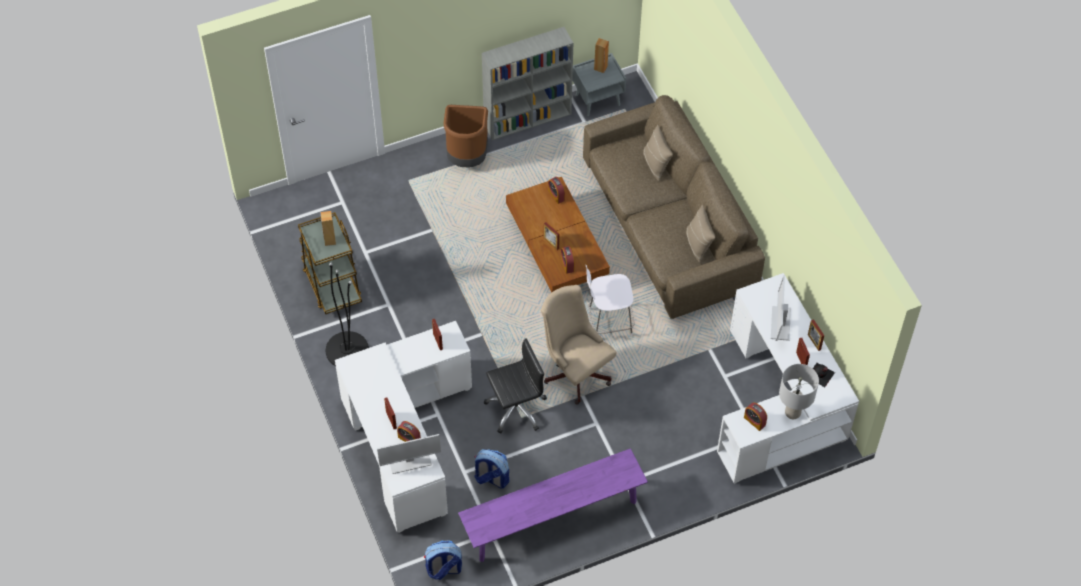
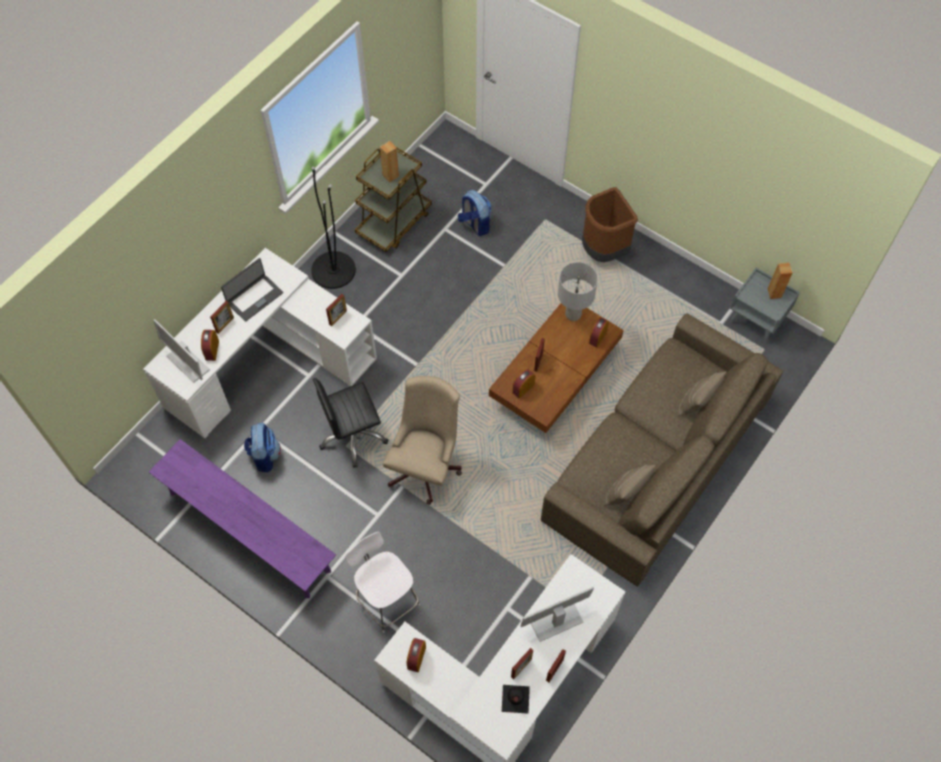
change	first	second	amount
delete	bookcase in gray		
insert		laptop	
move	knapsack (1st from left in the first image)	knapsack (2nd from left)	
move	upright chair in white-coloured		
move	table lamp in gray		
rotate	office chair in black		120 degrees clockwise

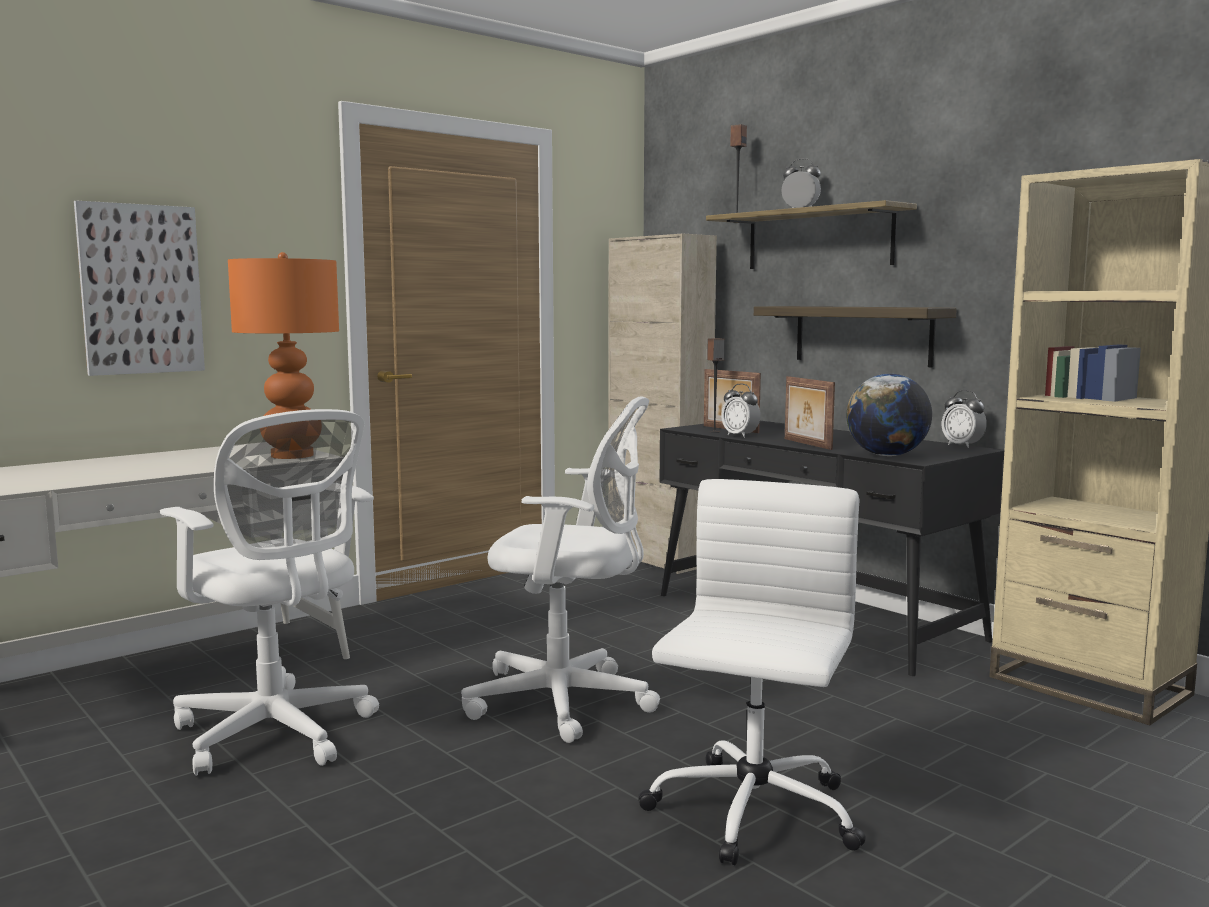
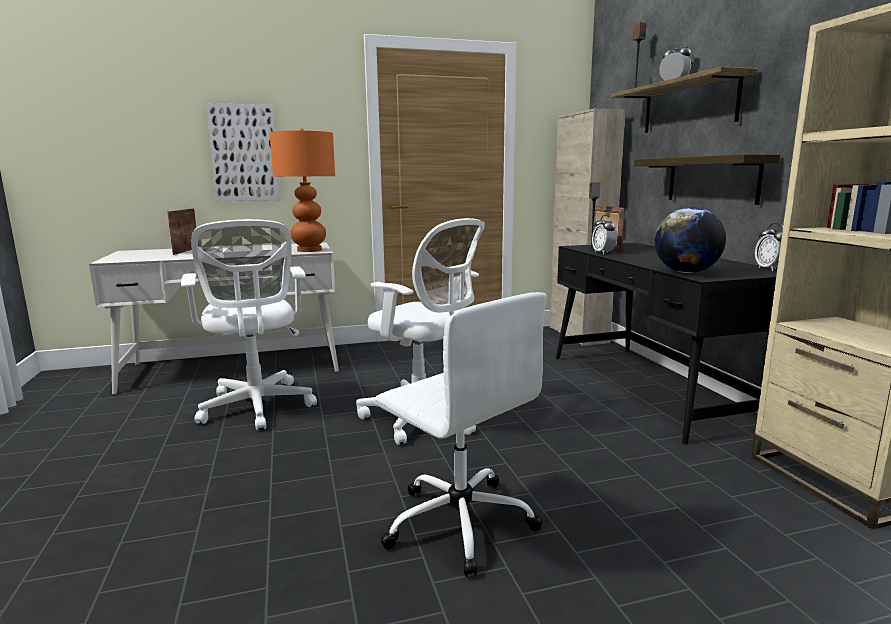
change	first	second	amount
move	photo frame (2nd from left in the first image)	photo frame (1st from left)	
rotate	office chair in white-coloured (3rd from left)		90 degrees clockwise

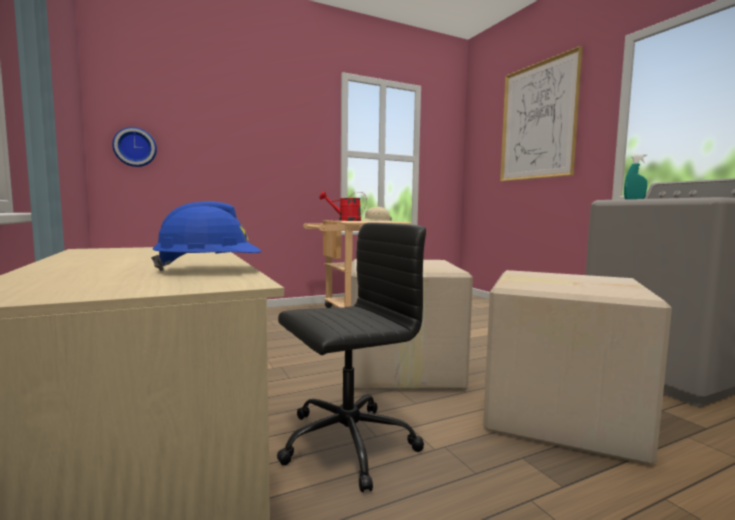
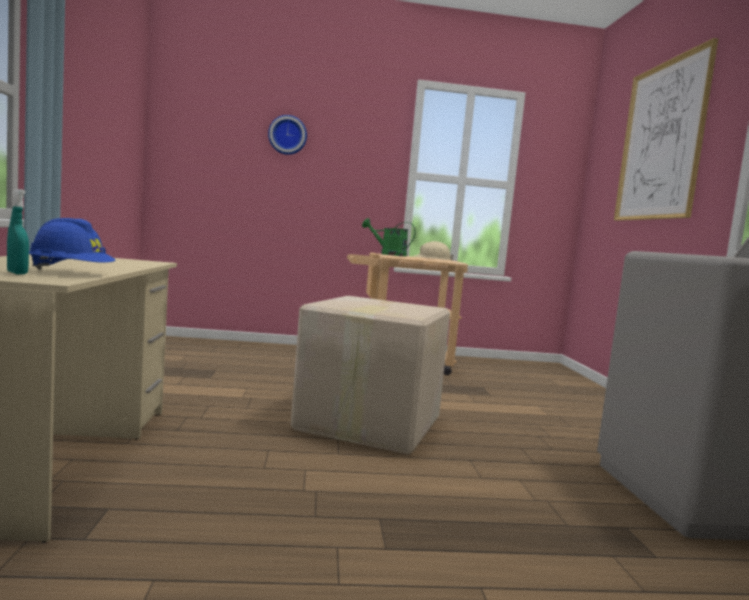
change	first	second	amount
delete	office chair in black		
delete	carton (2nd from left)		
move	hanging clock		
move	sprayer in blue-green		
recolor	sprinkling can in red	sprinkling can in green	

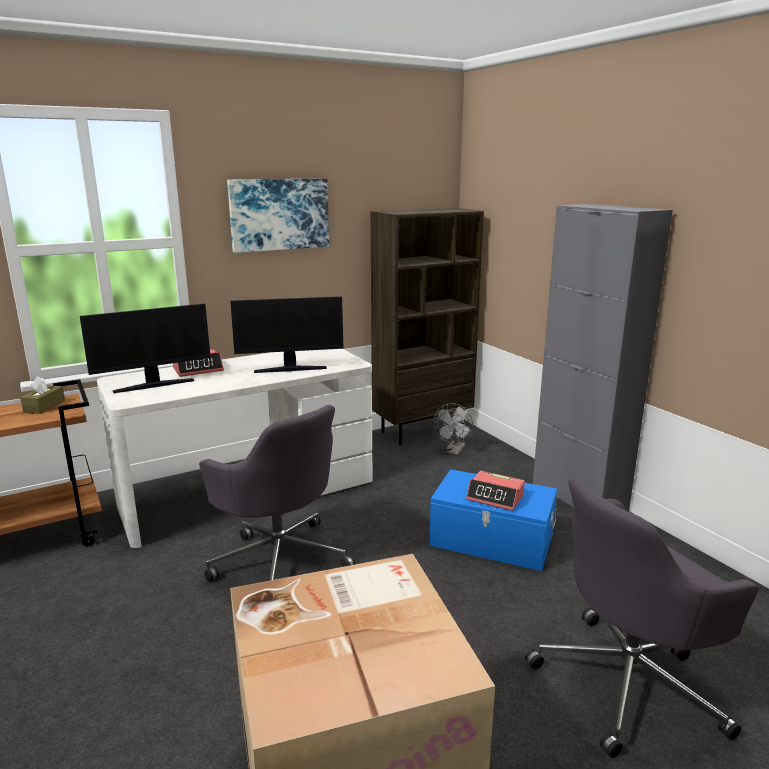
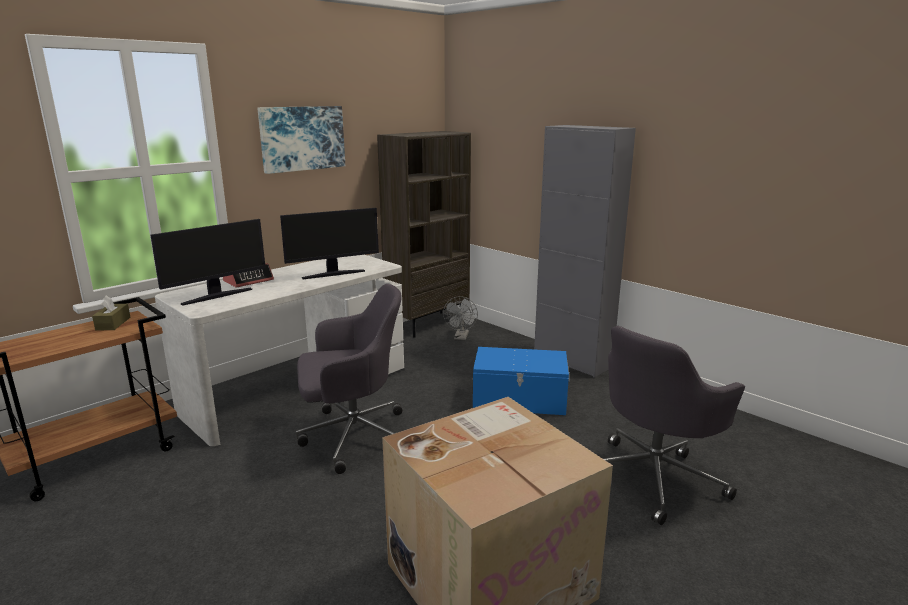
change	first	second	amount
delete	bedside clock (2nd from left)		
rotate	office chair in gray (1st from left)		45 degrees counterclockwise

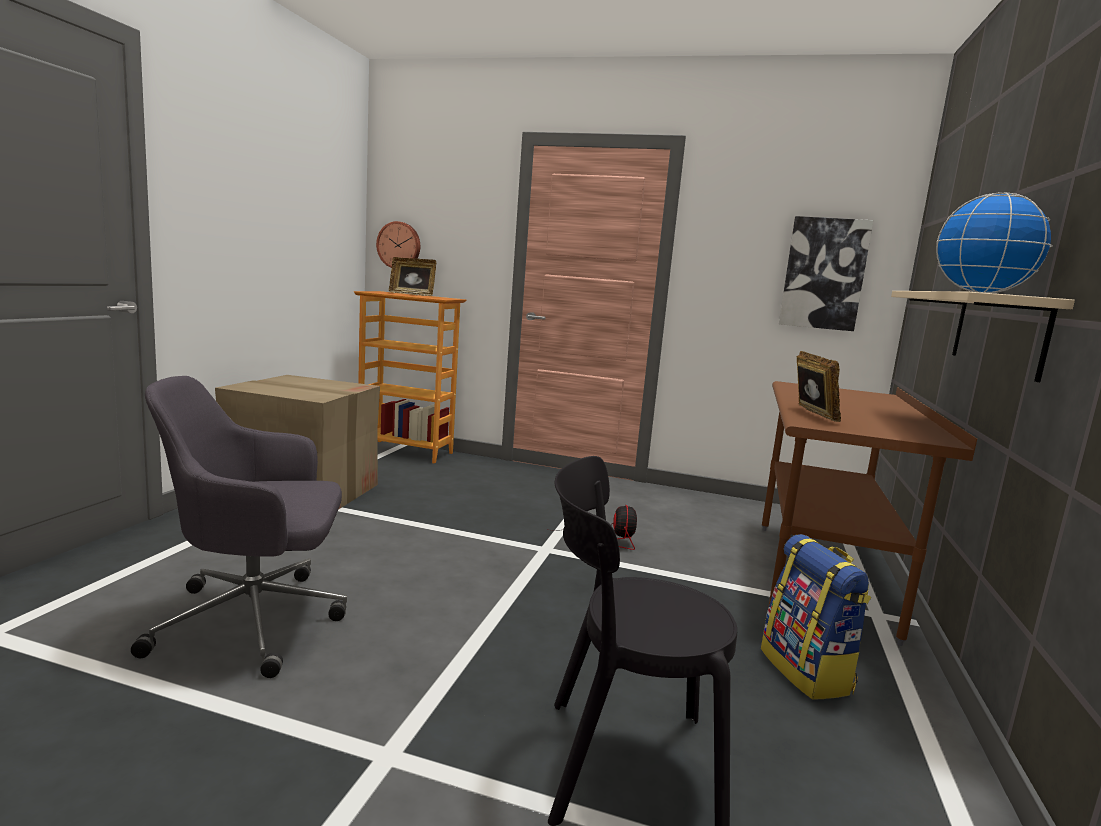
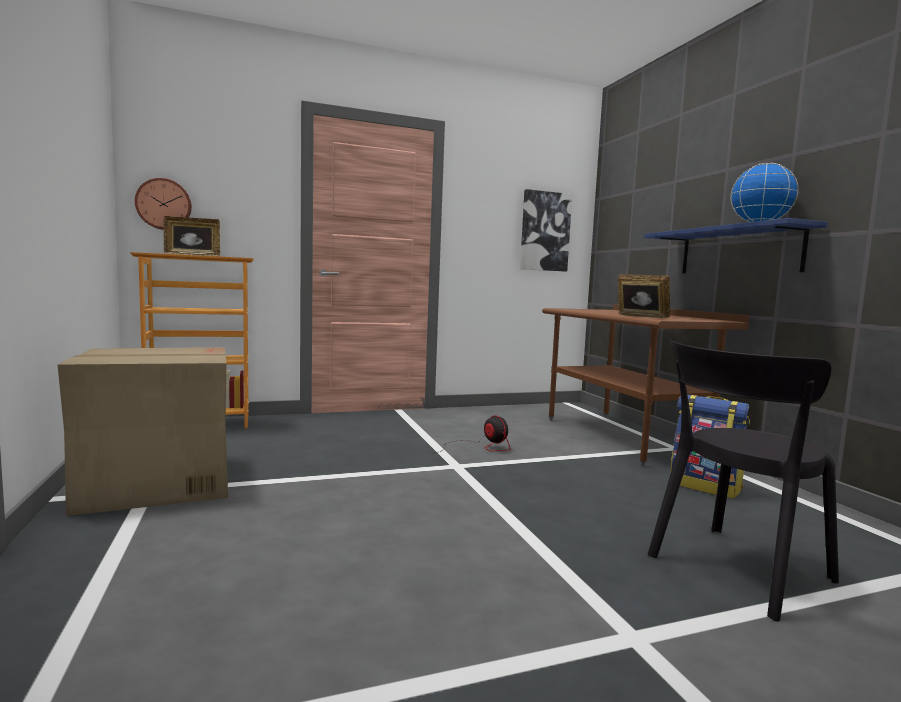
change	first	second	amount
delete	office chair in gray		
recolor	wall shelf in sand-coloured	wall shelf in bluish	

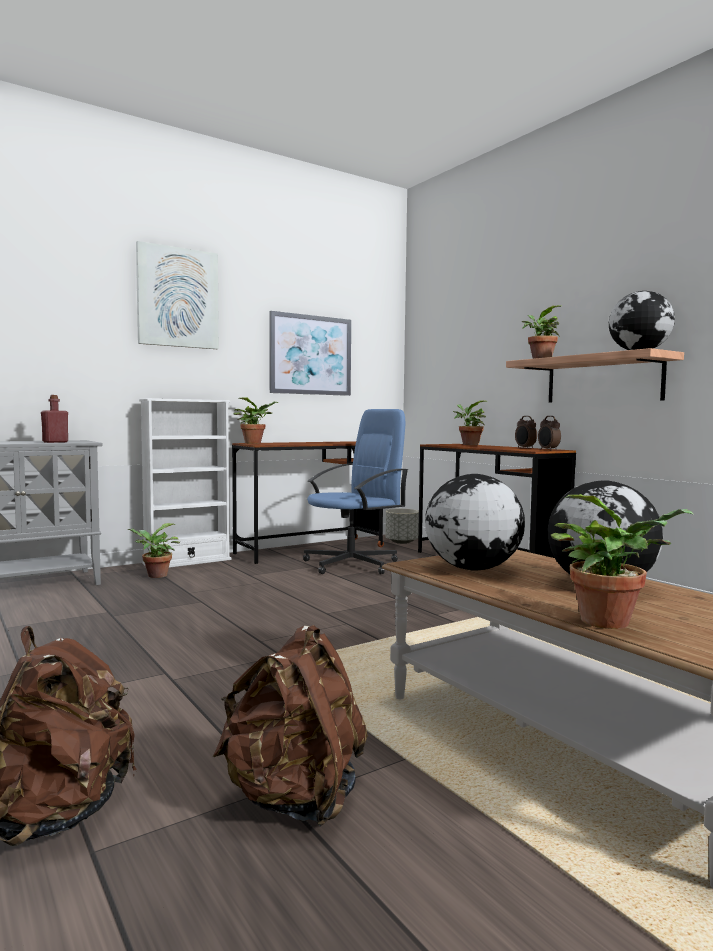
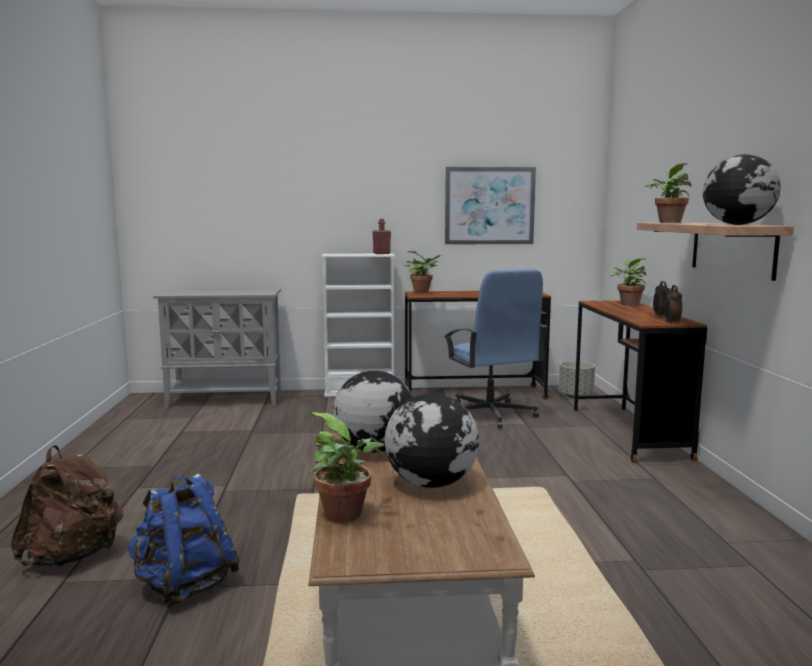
change	first	second	amount
delete	plant in a pot (1st from left)		
delete	wall art (1st from left)		
move	drink bottle in red		
recolor	knapsack in brown (2nd from left)	knapsack in bluish	
rotate	office chair in bluish		75 degrees clockwise

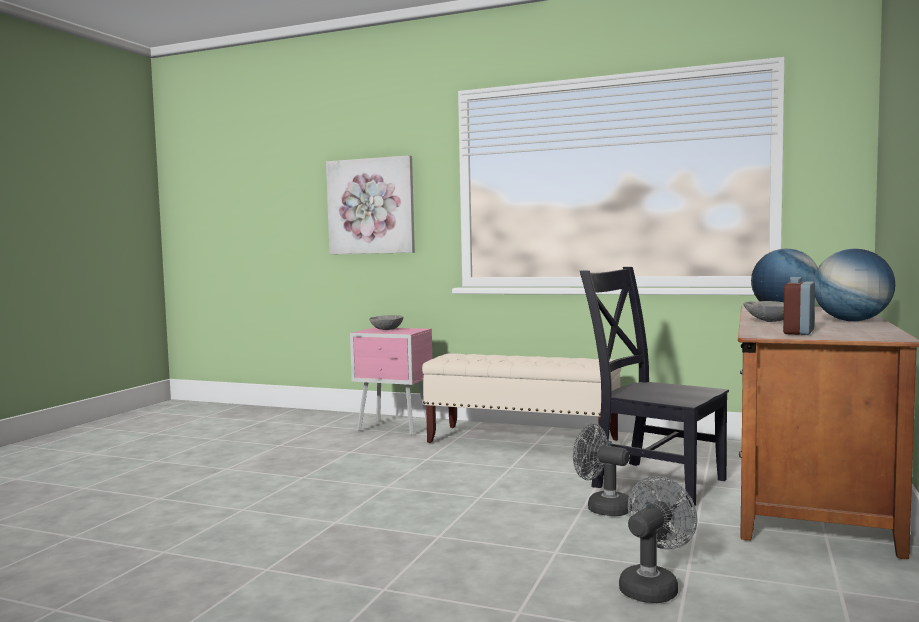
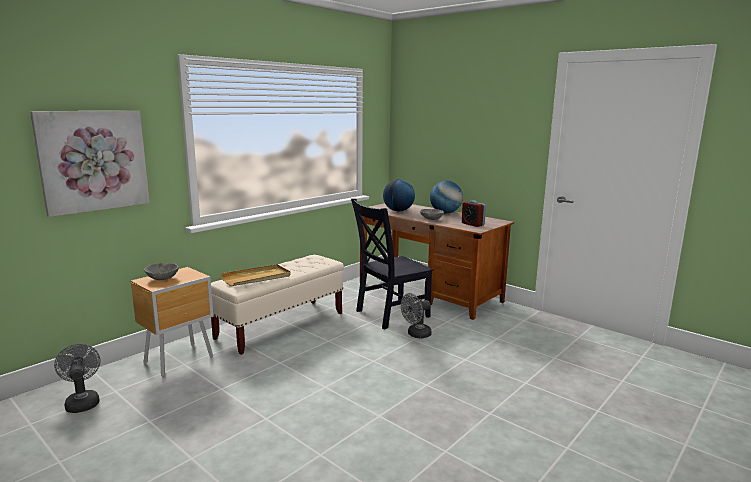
change	first	second	amount
insert		serving tray in sand-coloured	
move	cooling fan in gray (2nd from left in the first image)	cooling fan in gray (1st from left)	
recolor	nightstand in pinkish	nightstand in brown	

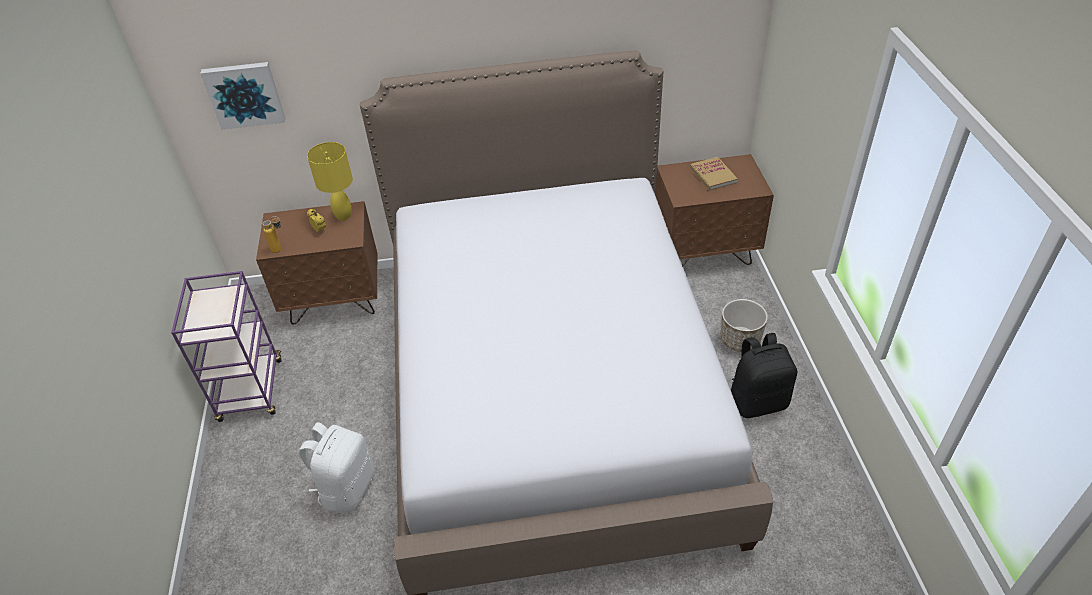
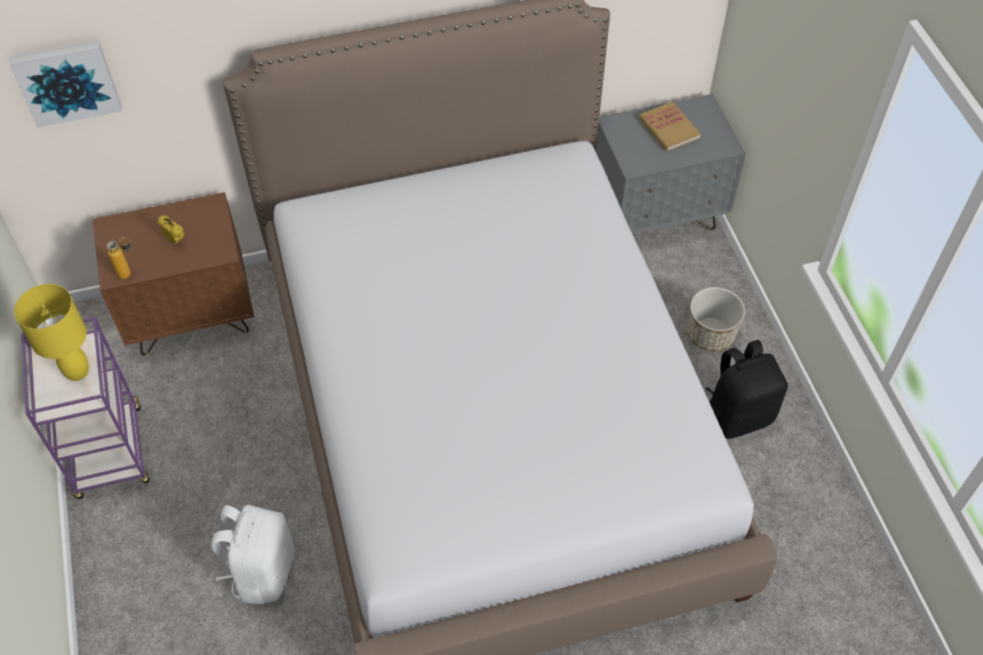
change	first	second	amount
move	table lamp in yellowish		
recolor	nightstand in brown (2nd from left)	nightstand in gray	

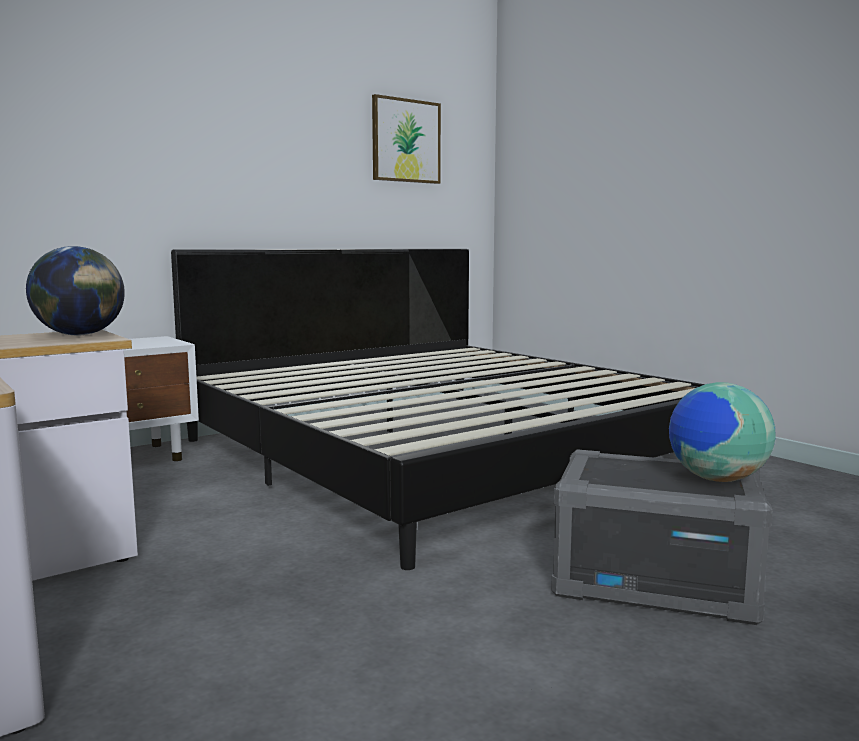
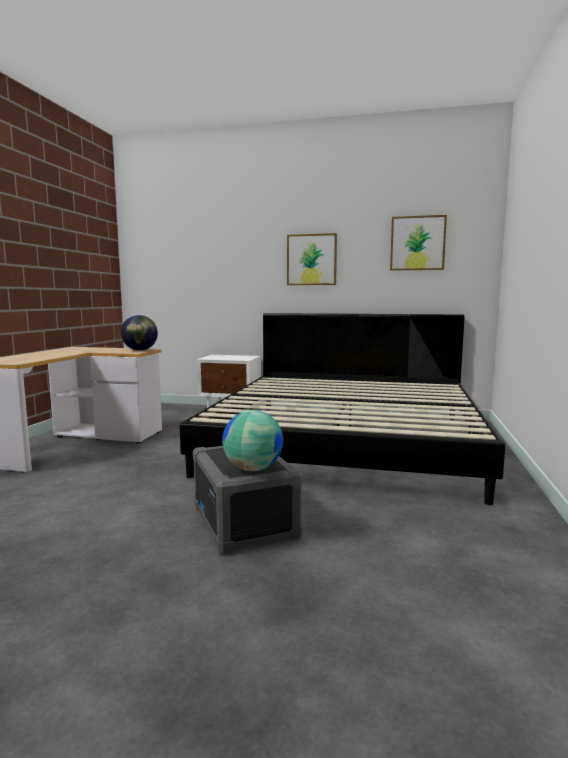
change	first	second	amount
insert		wall art (1st from left)	

